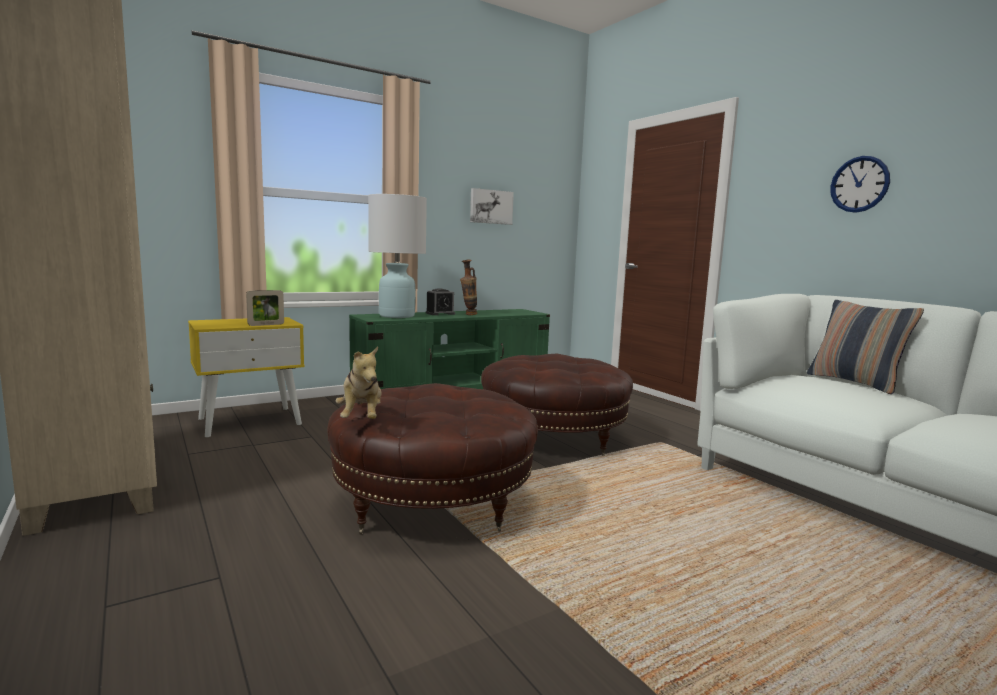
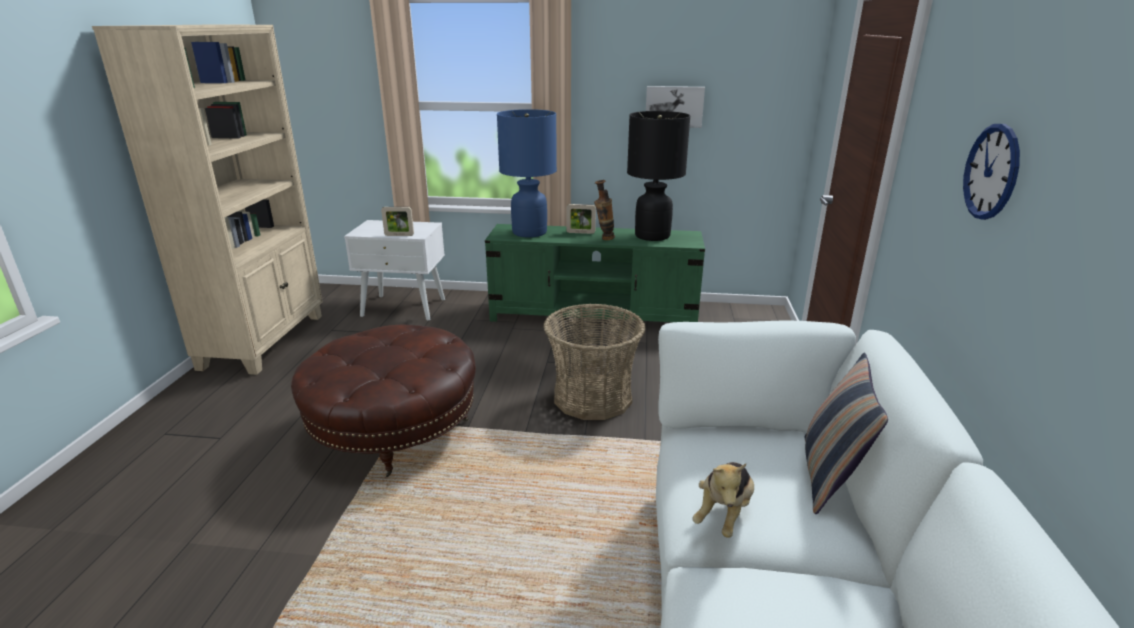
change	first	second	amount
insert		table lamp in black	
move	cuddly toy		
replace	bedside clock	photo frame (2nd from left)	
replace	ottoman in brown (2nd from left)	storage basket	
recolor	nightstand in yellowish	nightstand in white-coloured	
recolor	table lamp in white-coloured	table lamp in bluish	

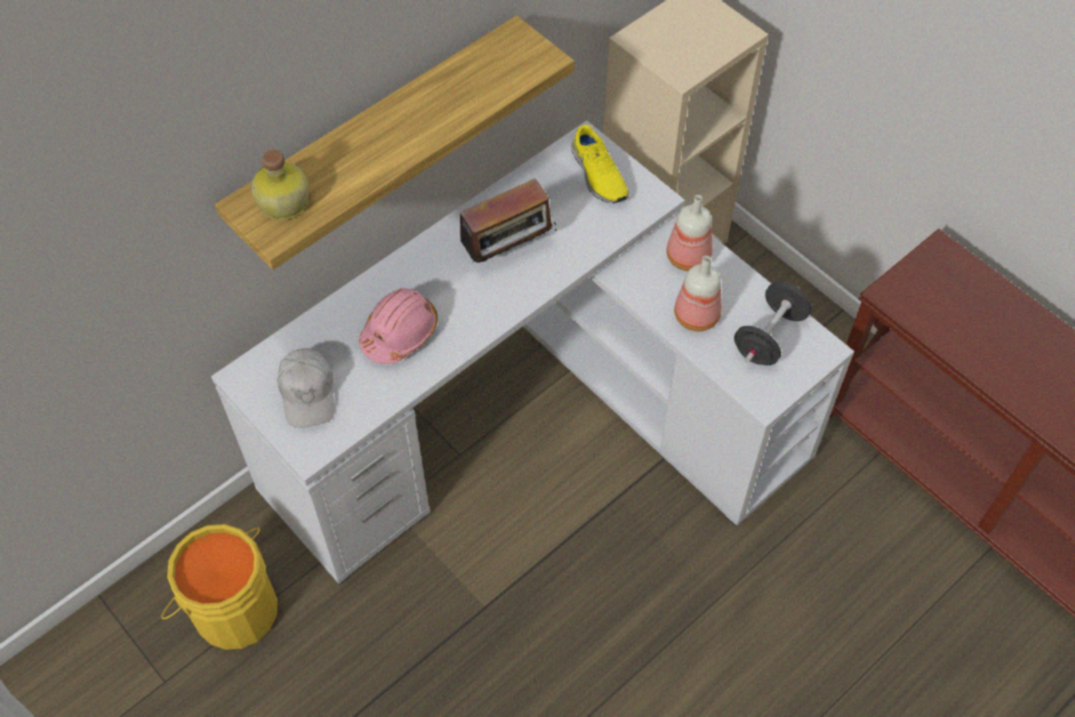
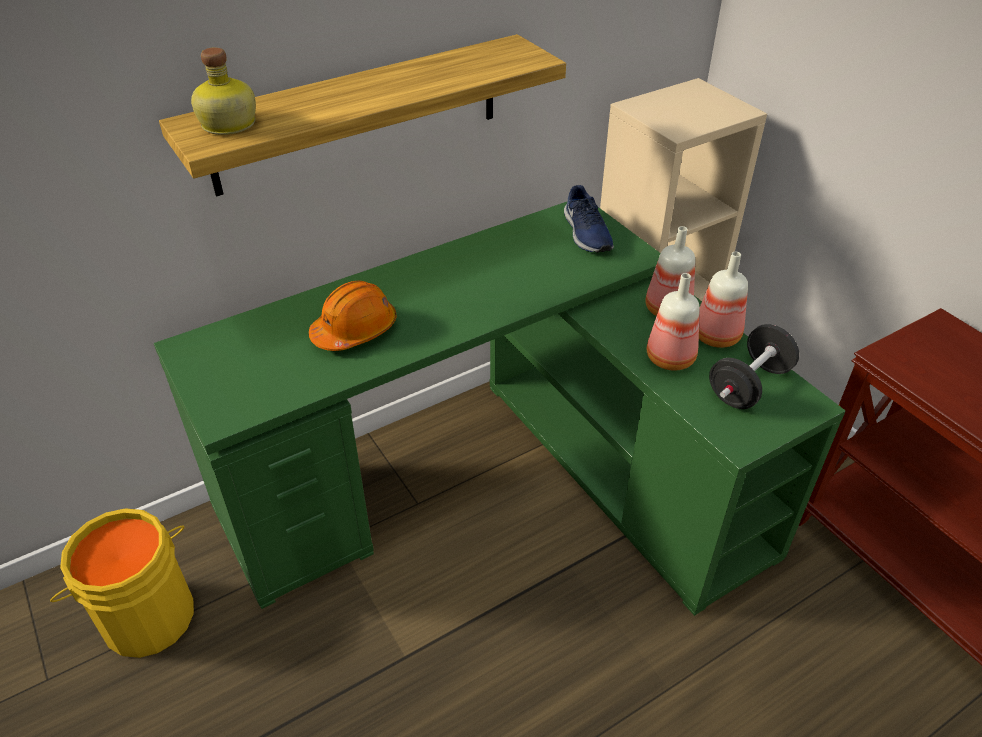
change	first	second	amount
delete	baseball cap in white-coloured		
delete	radio receiver		
insert		drink bottle (4th from left)	
recolor	desk unit in white-coloured	desk unit in green	
recolor	hard hat in pinkish	hard hat in orange-coloured	
recolor	item of footwear in yellowish	item of footwear in bluish	

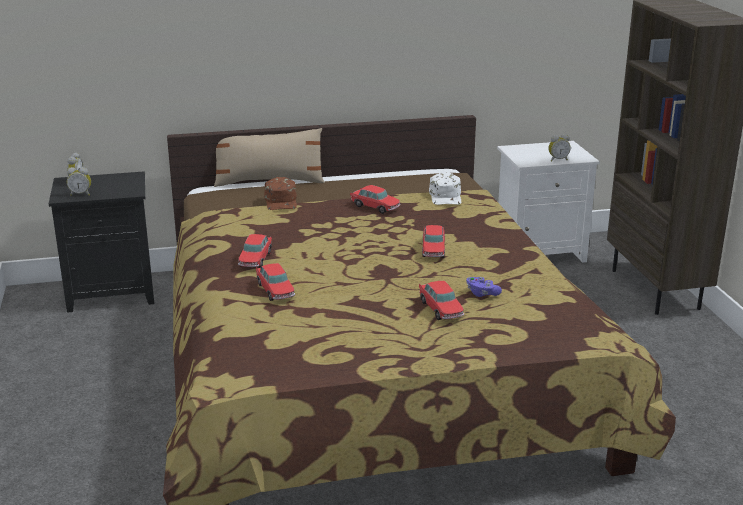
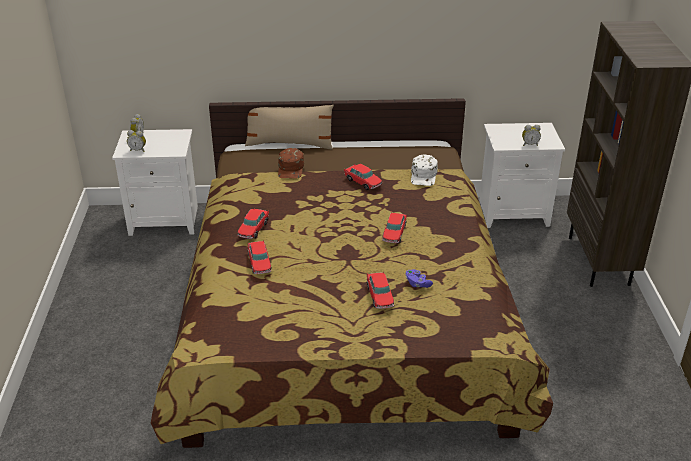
change	first	second	amount
recolor	nightstand in black	nightstand in white-coloured (1st from left)	

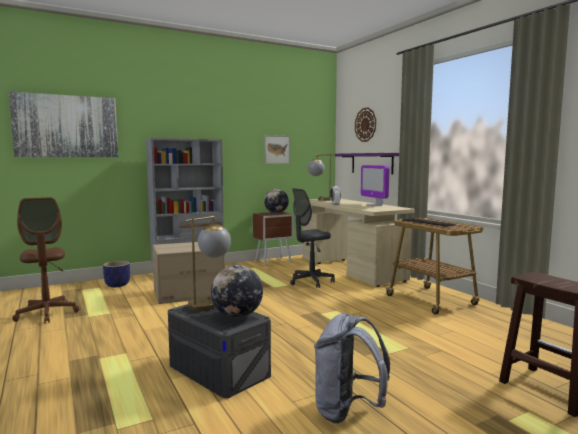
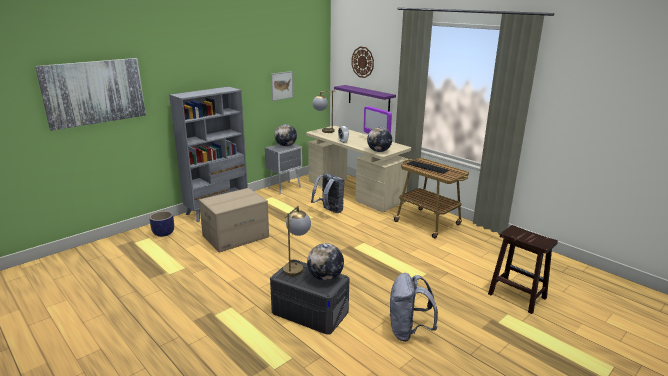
change	first	second	amount
delete	office chair in brown		
insert		world globe (3rd from left)	
replace	office chair in gray	knapsack in gray (1st from left)	
recolor	nightstand in brown	nightstand in gray	

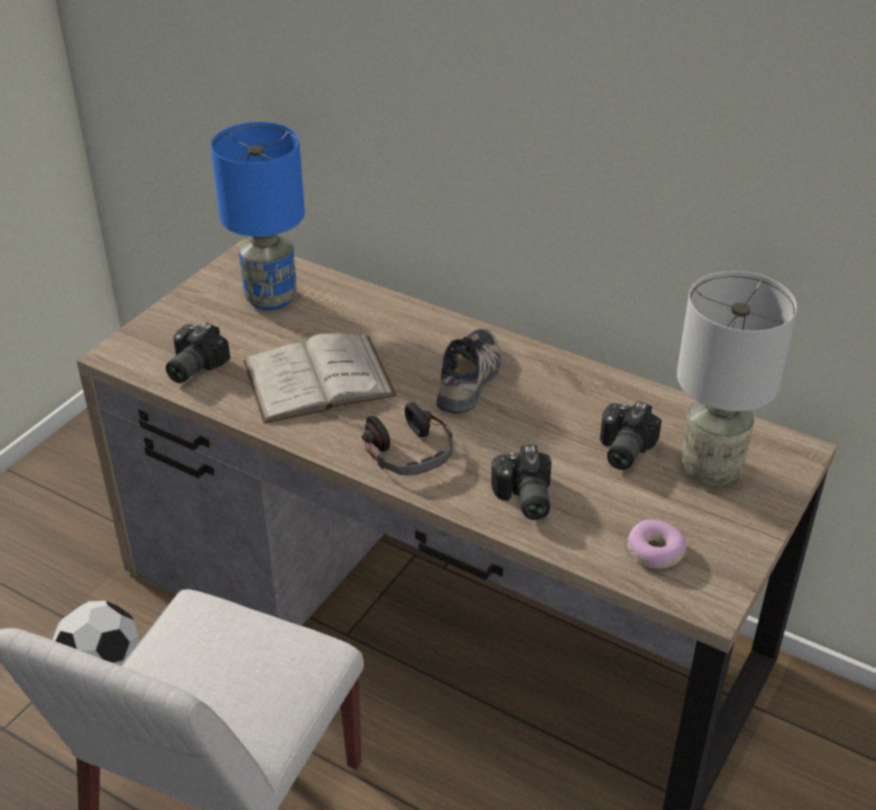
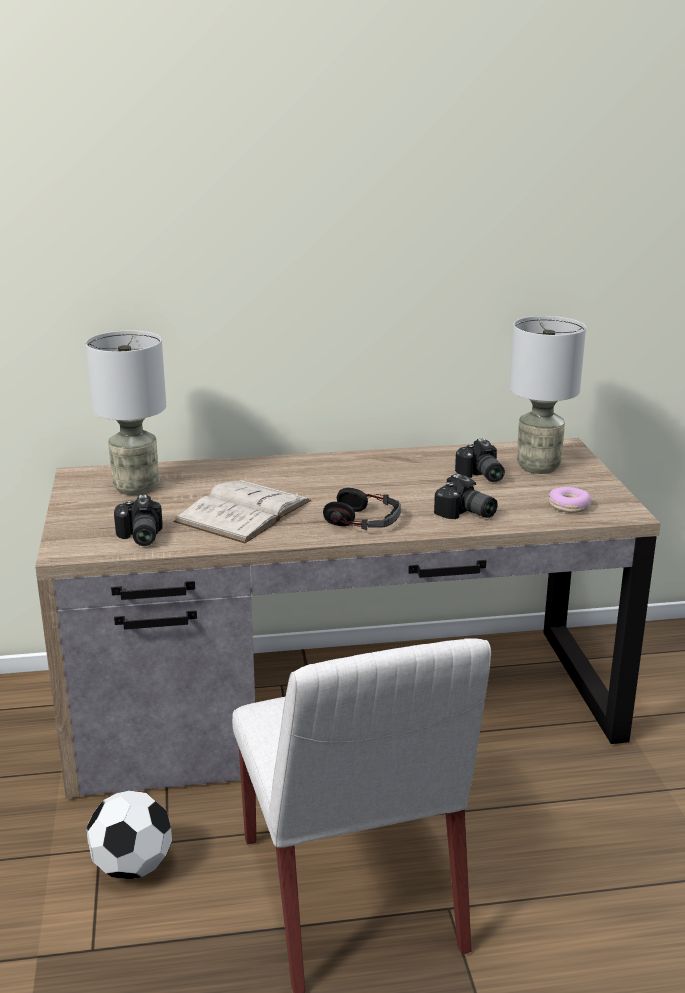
change	first	second	amount
delete	item of footwear		
recolor	table lamp in bluish	table lamp in gray (1st from left)	

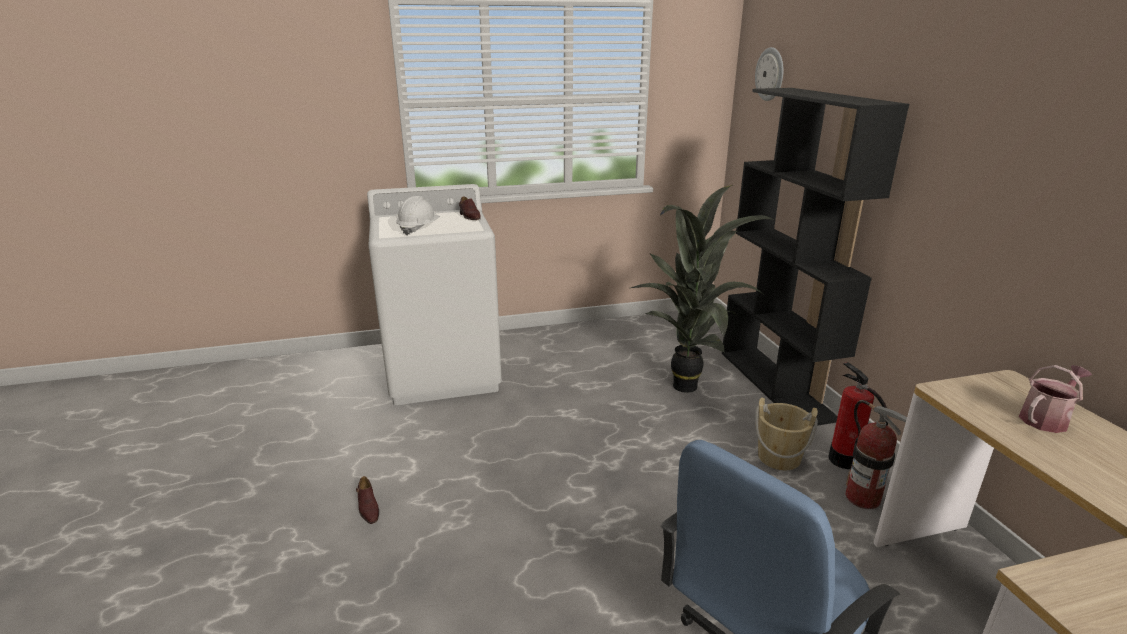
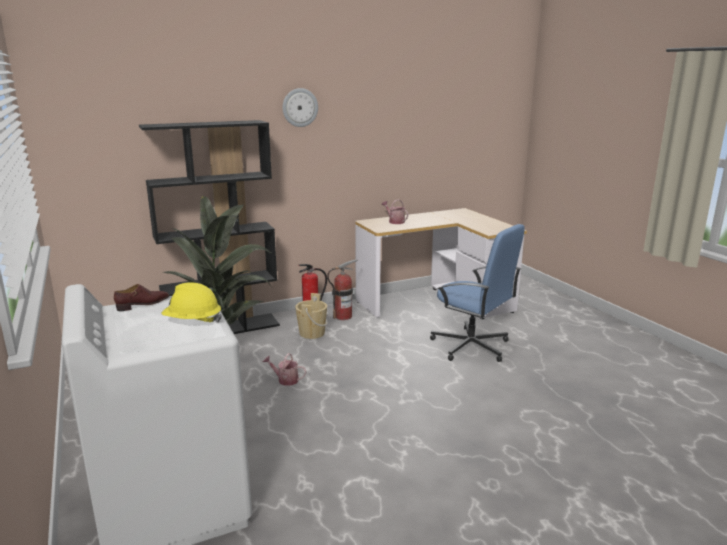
change	first	second	amount
delete	item of footwear in brown (1st from left)		
insert		sprinkling can (1st from left)	
move	hanging clock		
recolor	hard hat in white-coloured	hard hat in yellowish	

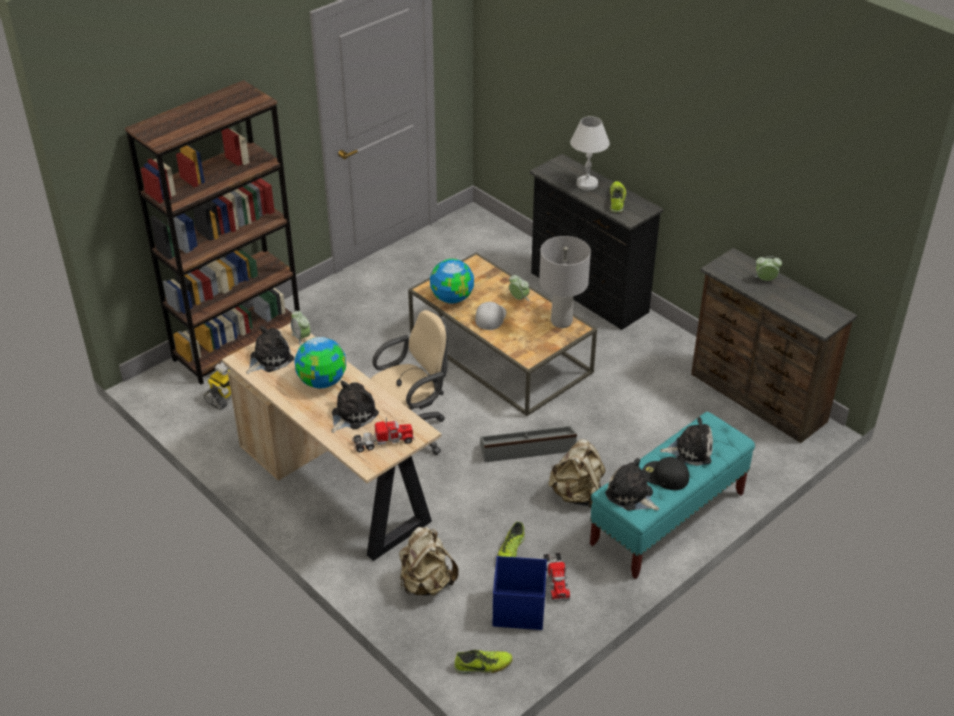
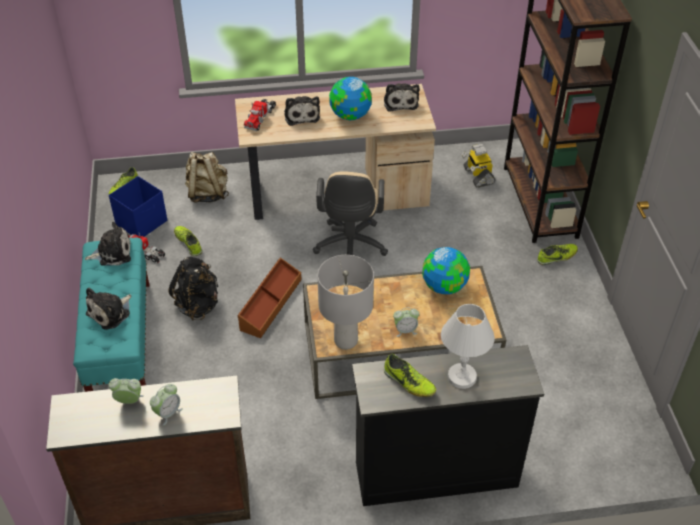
change	first	second	amount
delete	baseball cap in white-coloured		
delete	baseball cap in black		
insert		item of footwear (4th from left)	
move	bedside clock (1st from left)		
recolor	storage box in gray	storage box in brown	
recolor	knapsack in sand-coloured (2nd from left)	knapsack in black	

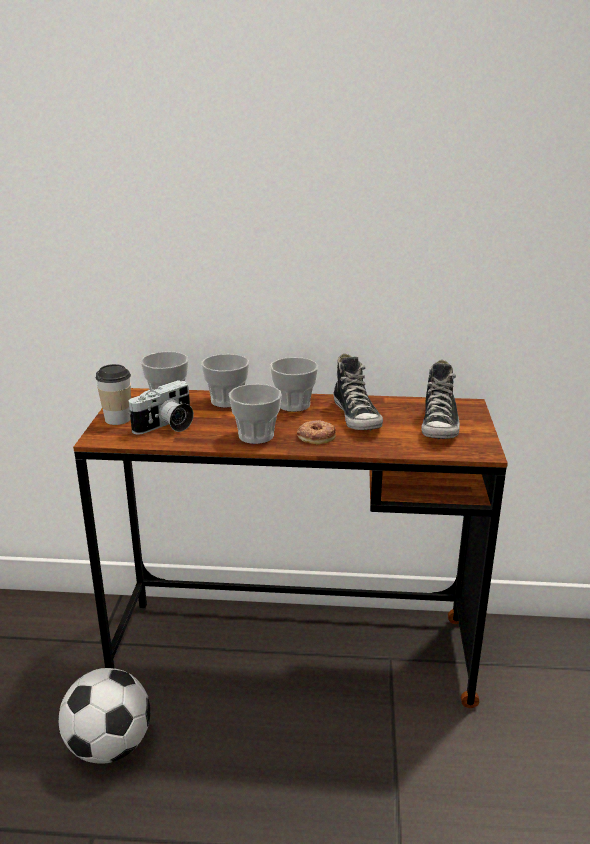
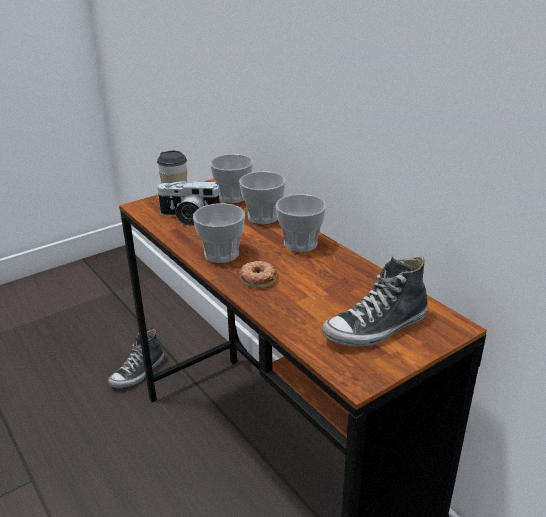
change	first	second	amount
delete	football		
move	item of footwear (1st from left)		

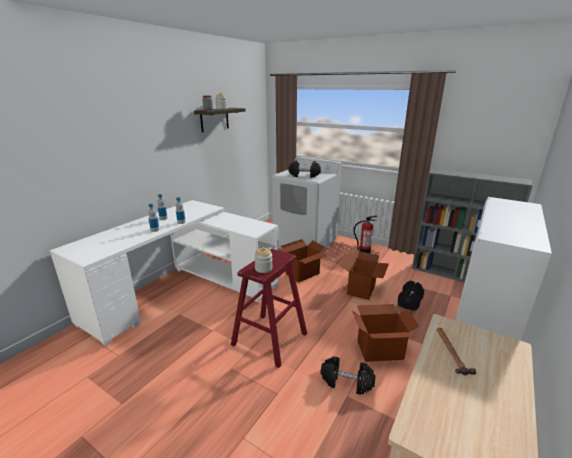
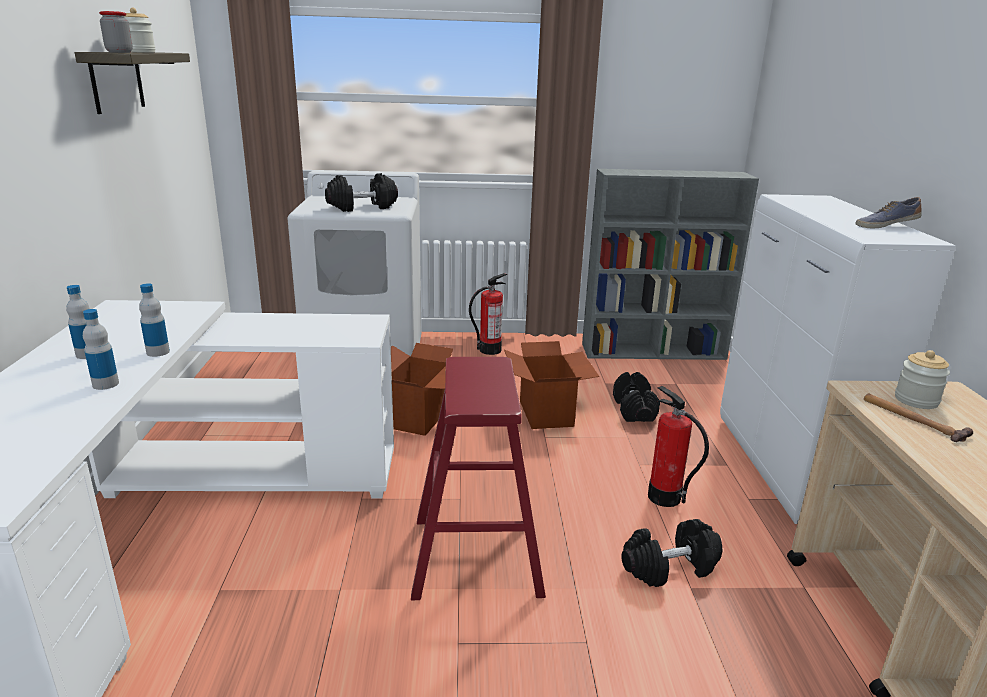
change	first	second	amount
insert		item of footwear	
move	storage jar (3rd from left)		
replace	carton (3rd from left)	extinguisher (2nd from left)	

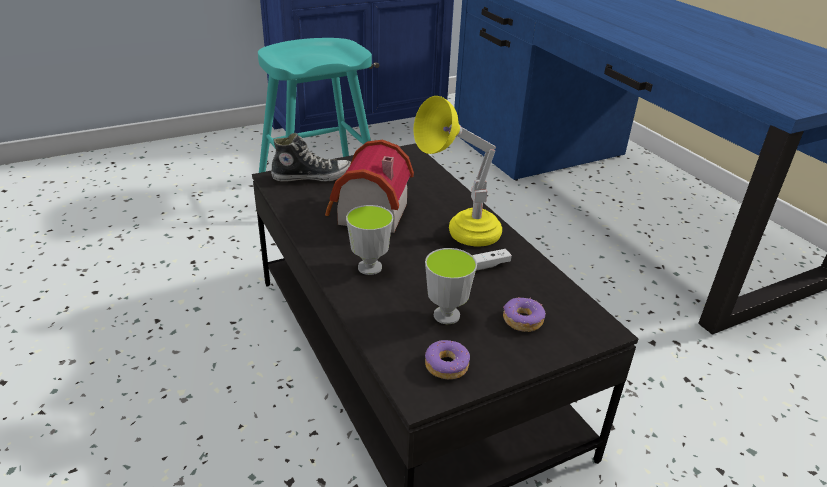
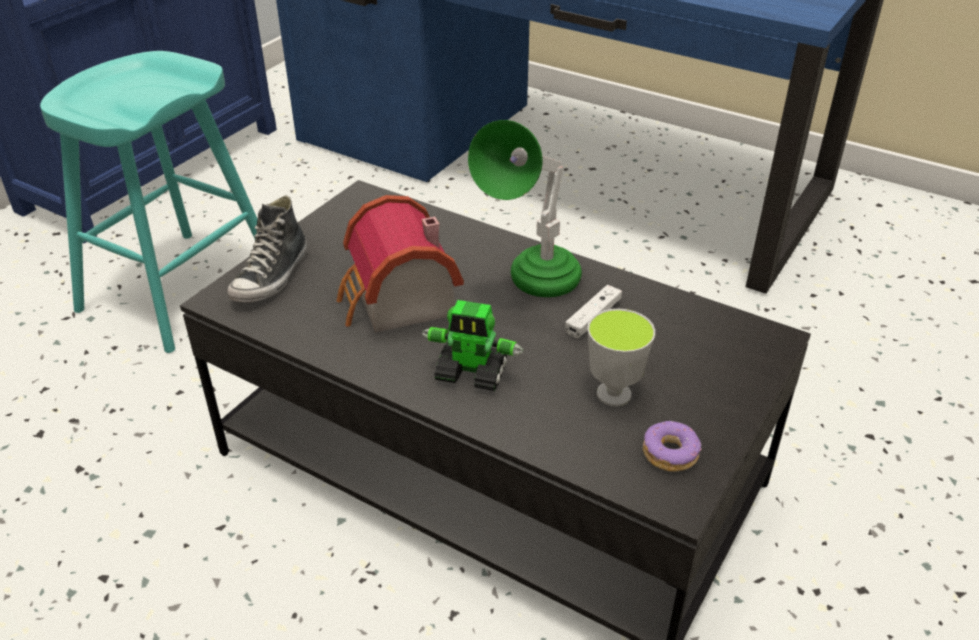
change	first	second	amount
delete	ring doughnut (2nd from left)		
replace	cup (1st from left)	robot figure	
recolor	table lamp in yellowish	table lamp in green	
rotate	item of footwear		150 degrees clockwise

